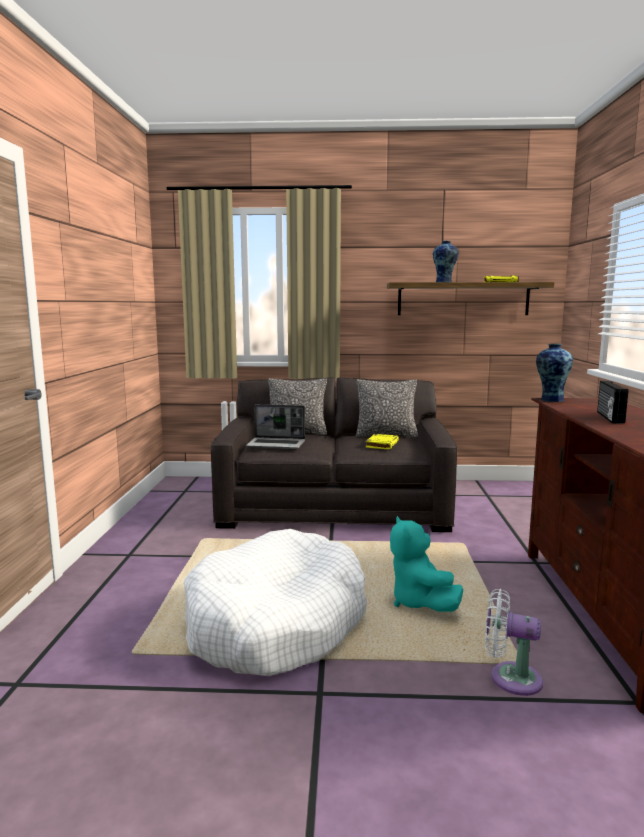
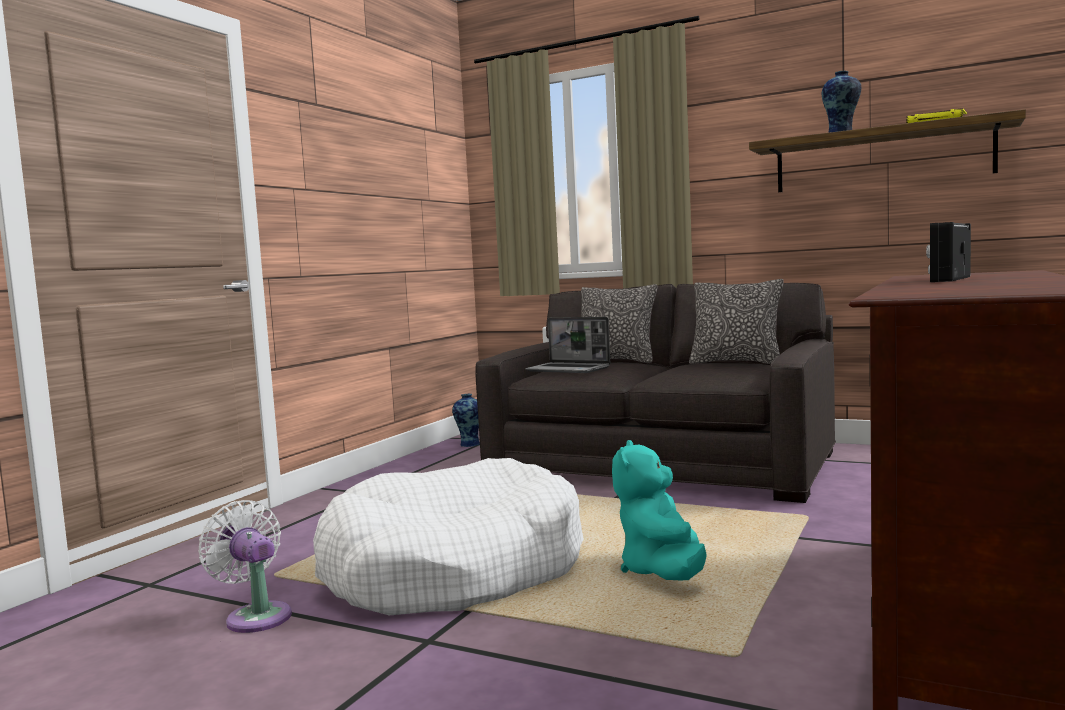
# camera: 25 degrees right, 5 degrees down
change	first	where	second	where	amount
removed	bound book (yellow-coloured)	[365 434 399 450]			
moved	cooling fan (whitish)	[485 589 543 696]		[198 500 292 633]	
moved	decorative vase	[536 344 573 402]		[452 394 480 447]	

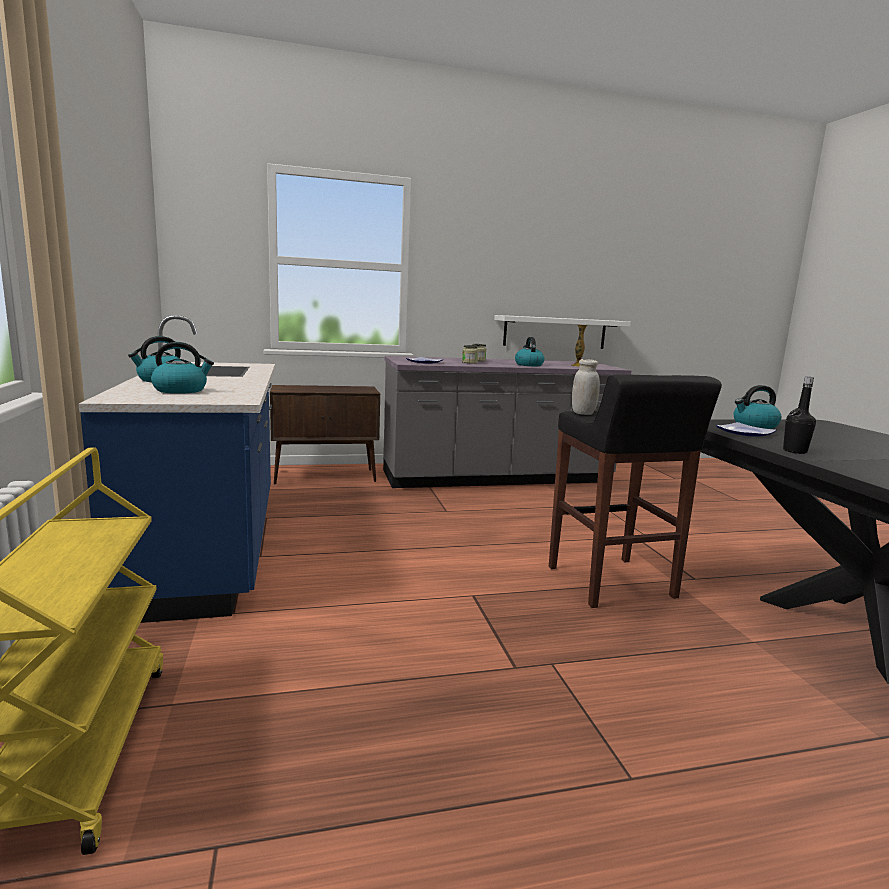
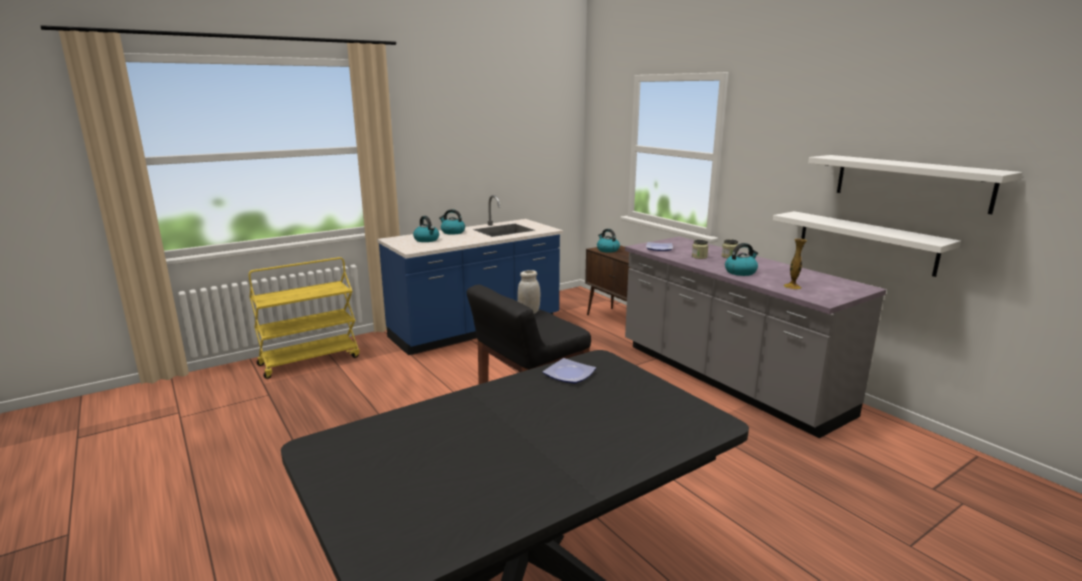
# camera: 70 degrees right, 5 degrees up
change	first	where	second	where	amount
moved	tea kettle	[733 385 782 429]		[597 229 620 253]	
removed	bottle (black)	[783 377 816 454]			
added			bracket shelf (whitish)	[808 155 1023 214]	

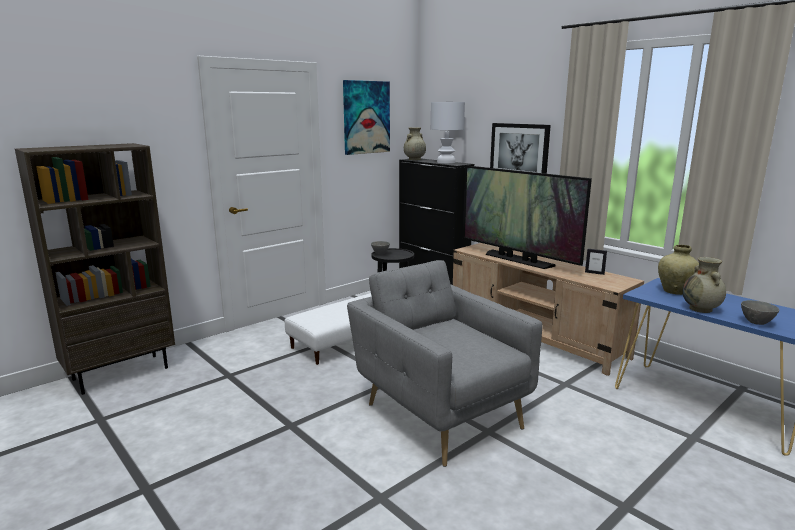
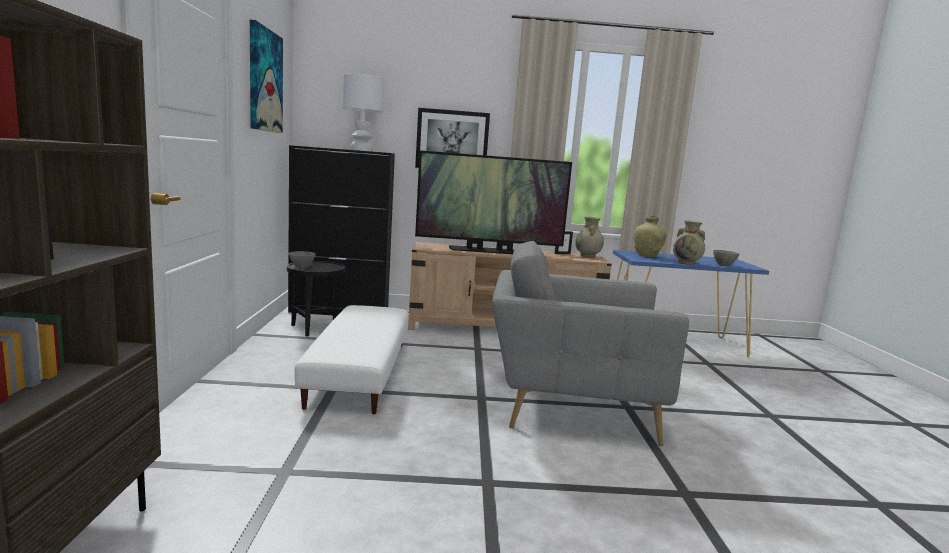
# camera: 50 degrees left, 5 degrees down
change	first	where	second	where	amount
moved	decorative vase (beige)	[404 127 426 160]		[575 217 604 257]	

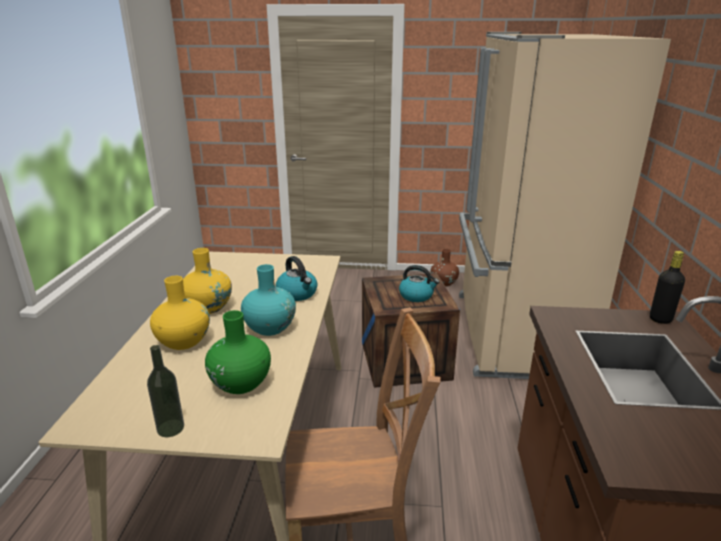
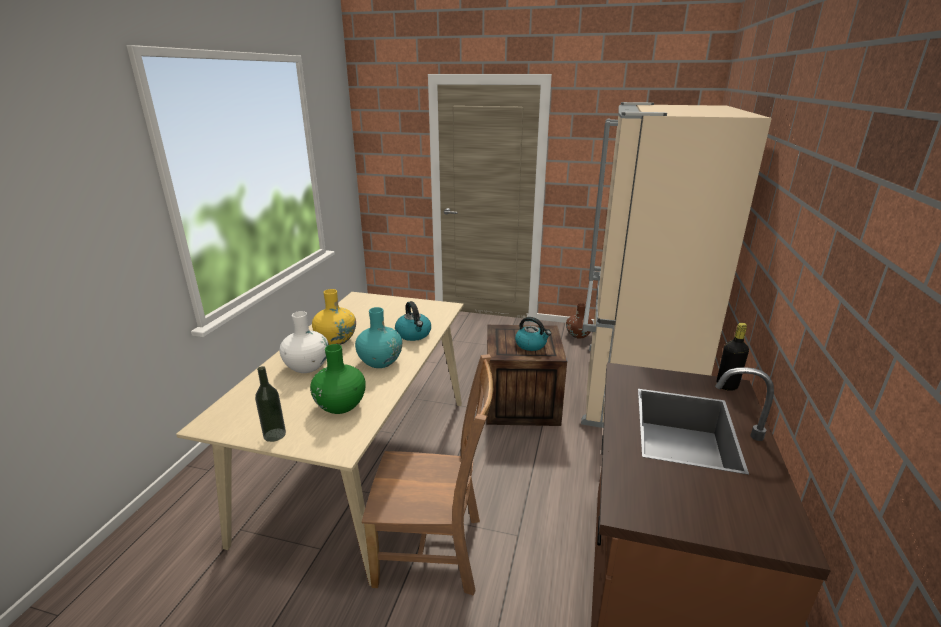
# camera: 10 degrees right, 0 degrees up
change	first	where	second	where	amount
recoloured	decorative vase (yellow-coloured)	[150 276 210 350]	decorative vase (whitish)	[280 311 329 373]	

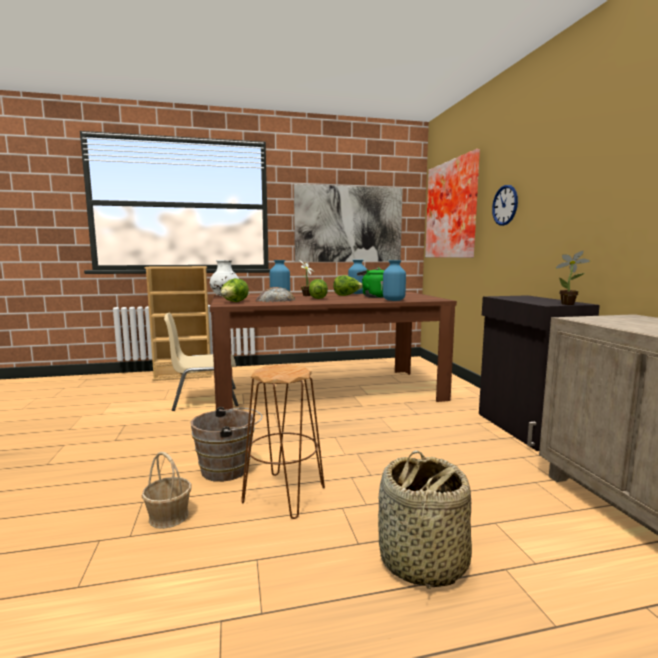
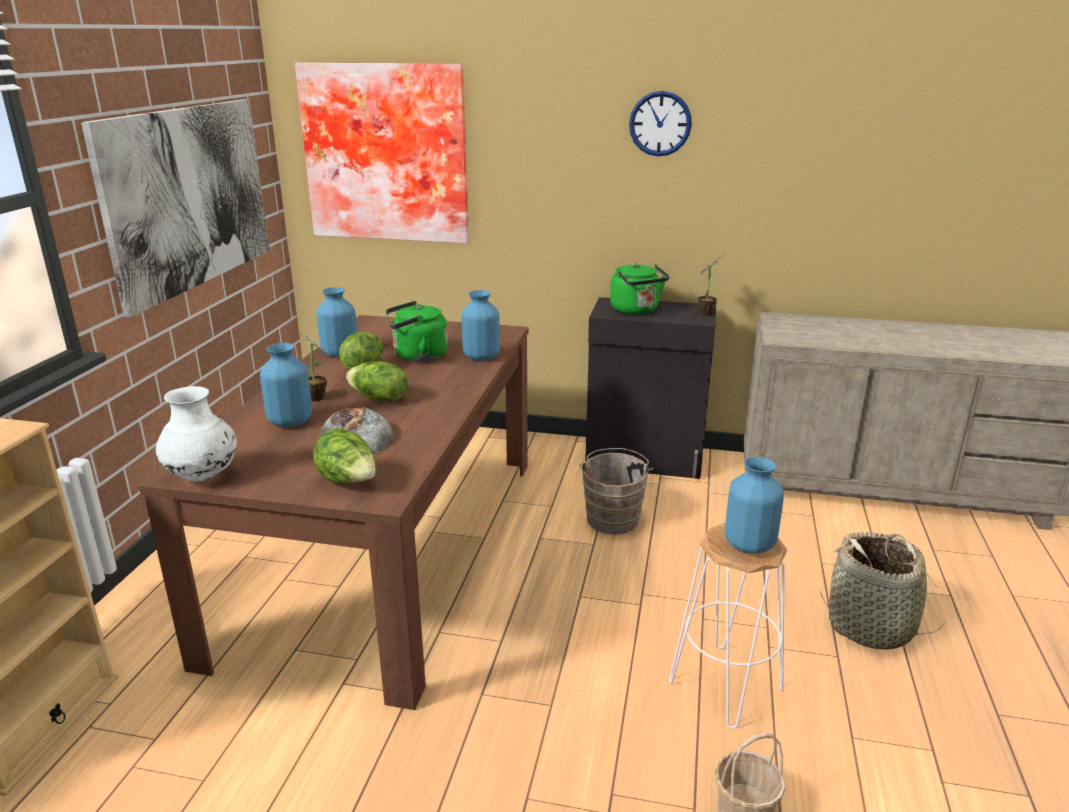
# camera: 65 degrees left, 15 degrees up
change	first	where	second	where	amount
removed	chair (beige)	[164 313 238 411]			
moved	pail (brown)	[191 407 263 482]		[580 448 653 535]	
recoloured	stool seat (brown)	[241 364 325 519]	stool seat (whitish)	[669 523 787 728]	
moved	hanging clock	[492 185 518 226]		[629 91 692 157]	
added			tea kettle (green-coloured)	[610 263 669 315]	
added			decorative vase (blue)	[725 457 784 554]	

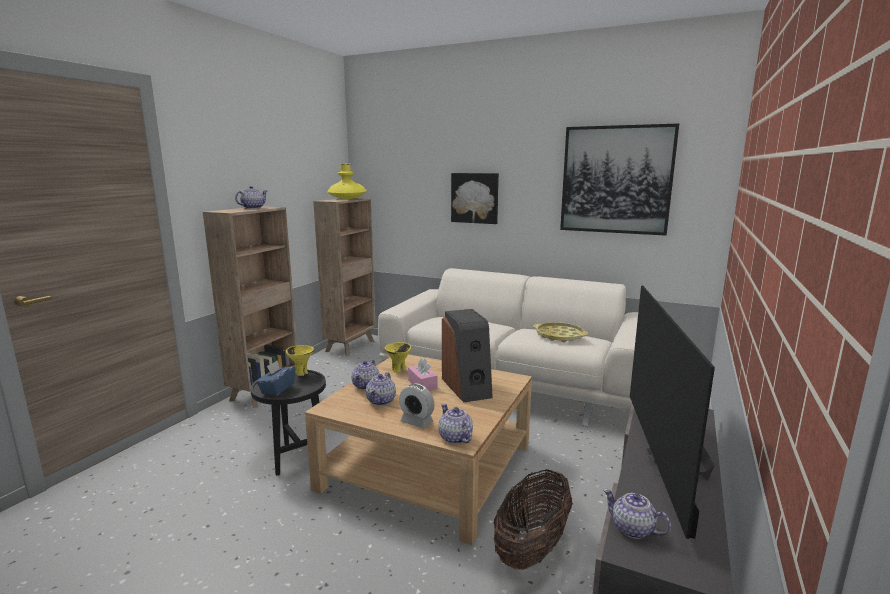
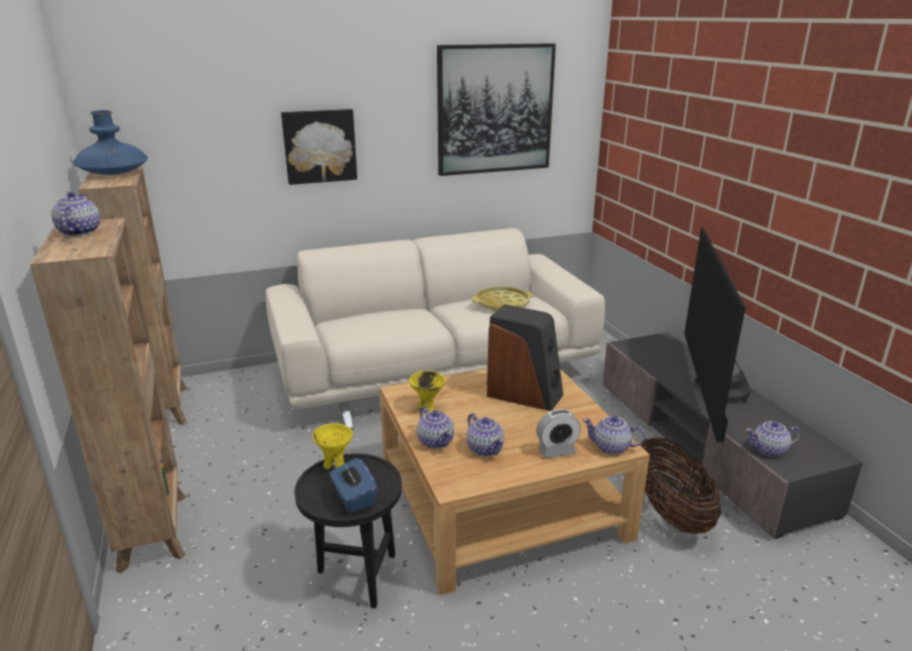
# camera: 45 degrees left, 10 degrees up
change	first	where	second	where	amount
recoloured	decorative vase (yellow-coloured)	[327 164 366 199]	decorative vase (blue)	[73 110 148 175]	
removed	tissue holder (pink)	[408 358 438 391]			
turned	TV set	[630 285 715 539]		[684 227 751 443]	45 degrees clockwise

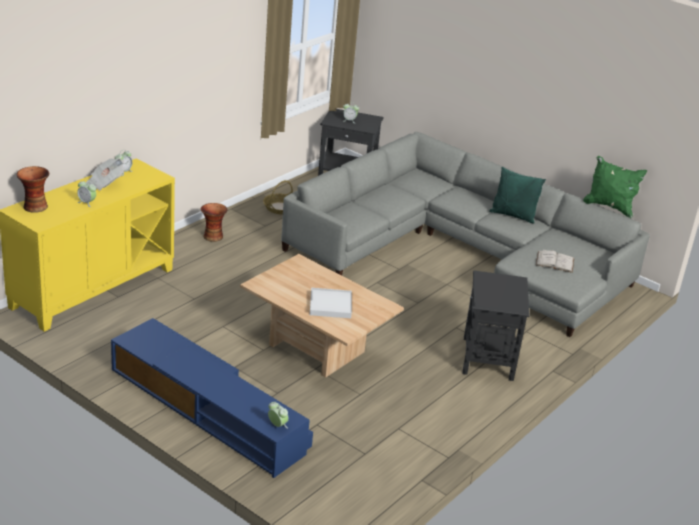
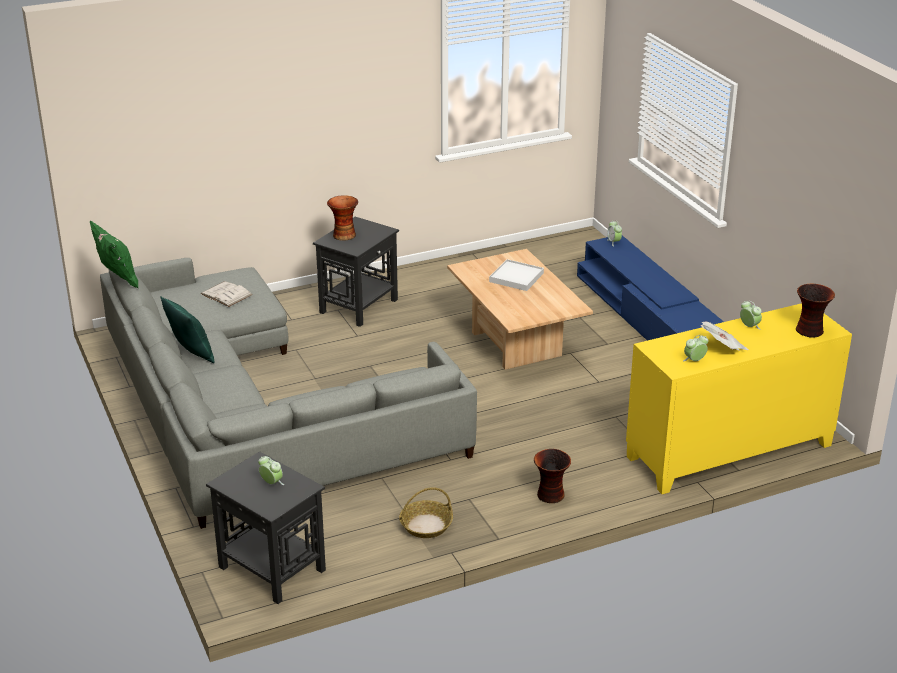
# camera: 150 degrees left, 0 degrees up
change	first	where	second	where	amount
added			decorative vase	[327 195 358 241]	

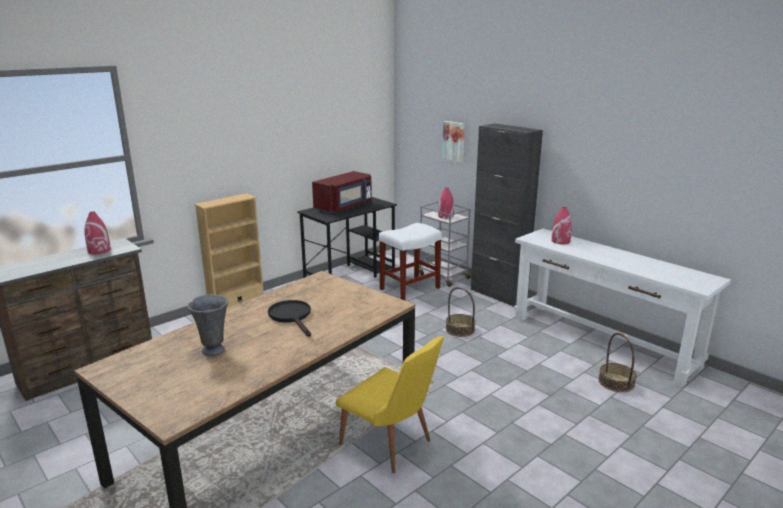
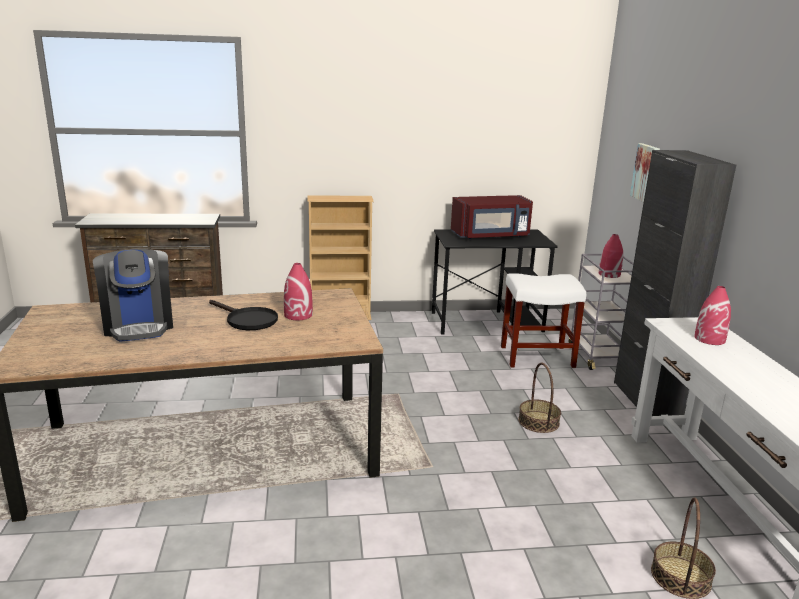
# camera: 35 degrees right, 0 degrees up
change	first	where	second	where	amount
moved	decorative vase (red-coloured)	[85 211 111 254]		[284 263 313 320]	
replaced	decorative vase (greyish)	[187 294 228 356]	coffee machine	[93 249 173 342]	
turned	frying pan (black)	[268 300 311 337]		[209 300 278 330]	120 degrees clockwise
removed	chair (yellow-coloured)	[336 336 444 473]			

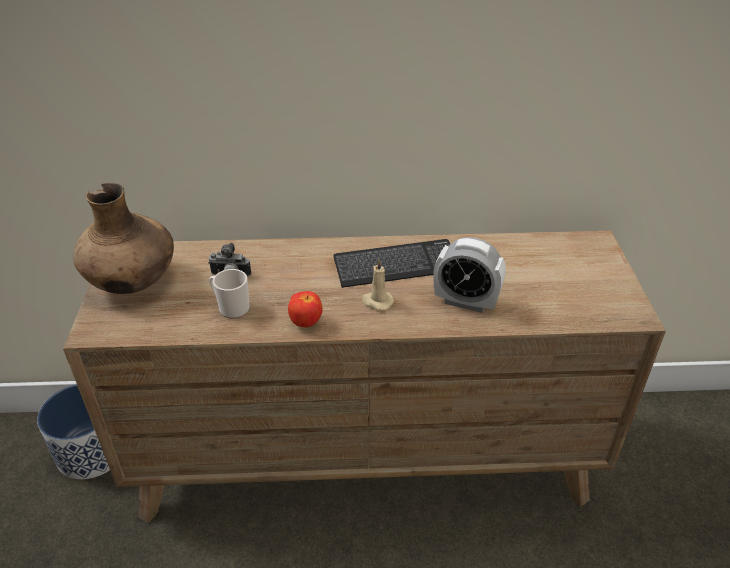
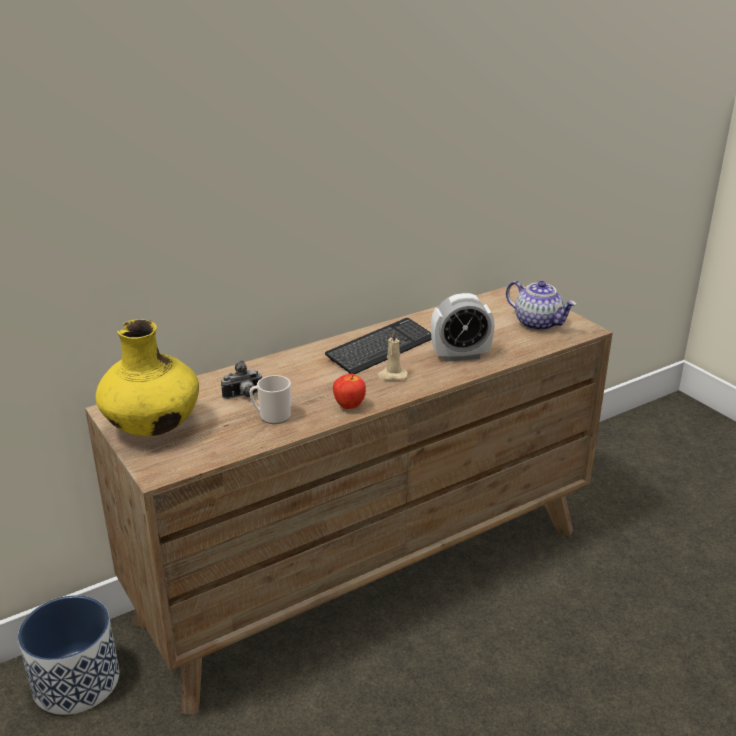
# camera: 30 degrees left, 10 degrees down
change	first	where	second	where	amount
recoloured	decorative vase (brown)	[73 183 174 294]	decorative vase (yellow-coloured)	[96 319 199 436]	
added			pot for tea	[506 281 576 331]	

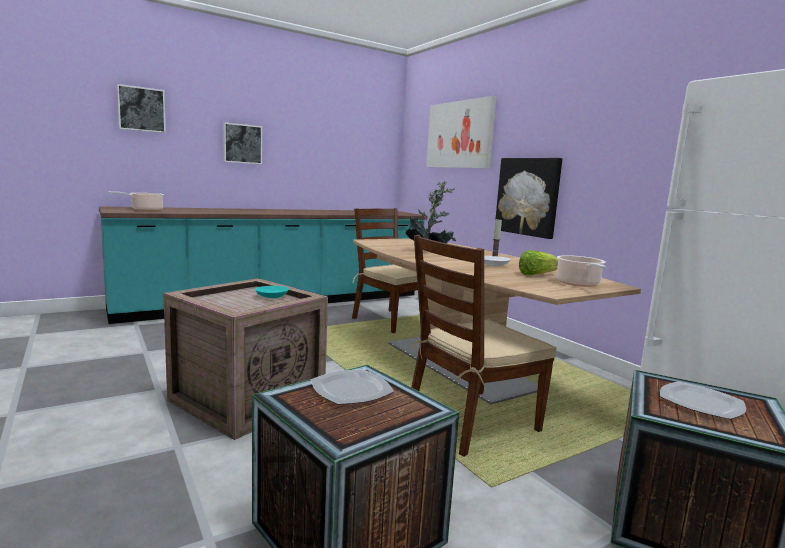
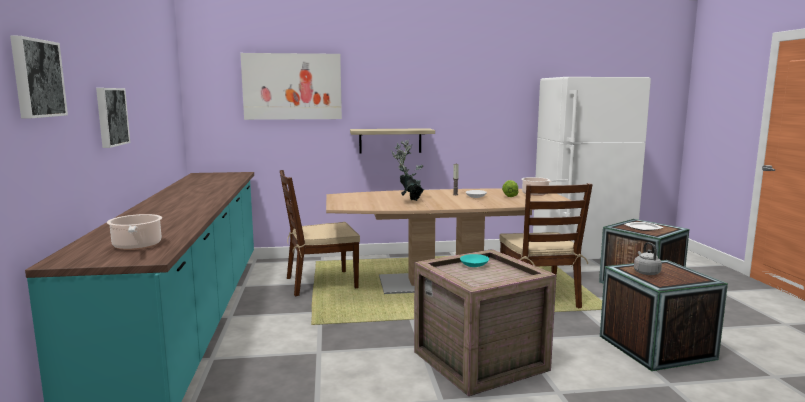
# camera: 65 degrees left, 0 degrees up
change	first	where	second	where	amount
replaced	flat dish	[311 369 394 405]	tea kettle (greyish)	[634 242 662 275]	
replaced	picture	[495 158 562 239]	bracket shelf	[350 128 435 154]	

